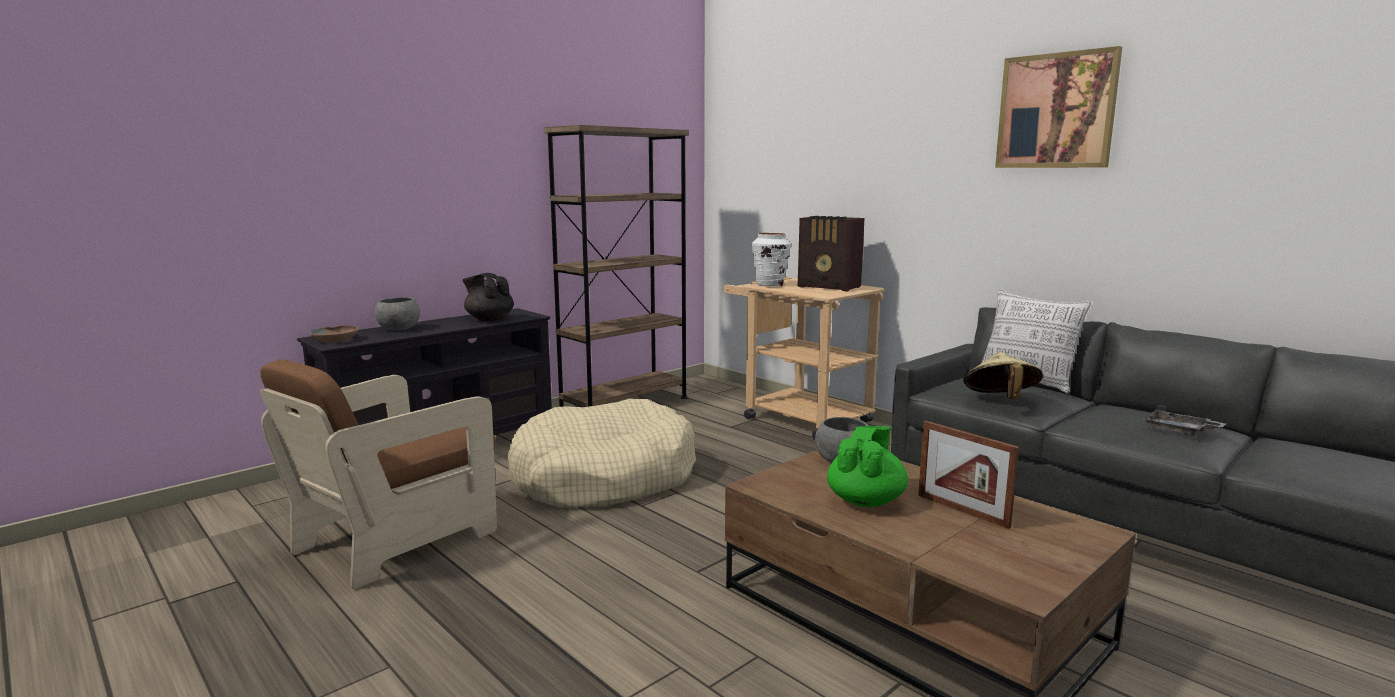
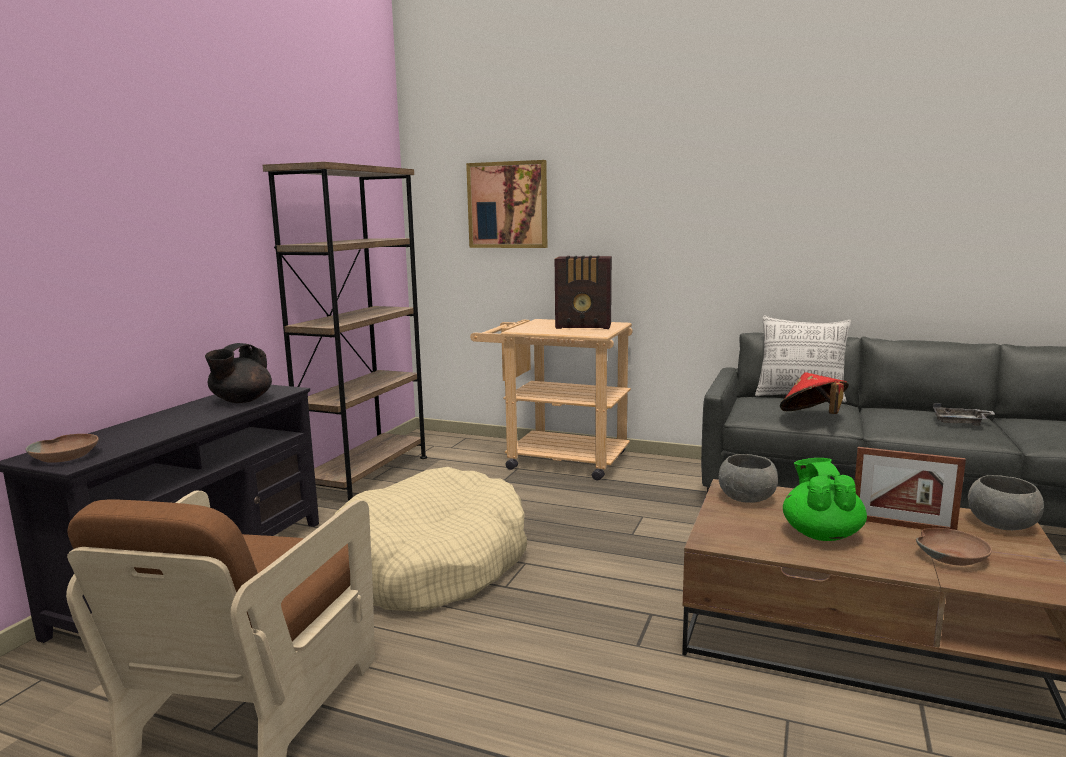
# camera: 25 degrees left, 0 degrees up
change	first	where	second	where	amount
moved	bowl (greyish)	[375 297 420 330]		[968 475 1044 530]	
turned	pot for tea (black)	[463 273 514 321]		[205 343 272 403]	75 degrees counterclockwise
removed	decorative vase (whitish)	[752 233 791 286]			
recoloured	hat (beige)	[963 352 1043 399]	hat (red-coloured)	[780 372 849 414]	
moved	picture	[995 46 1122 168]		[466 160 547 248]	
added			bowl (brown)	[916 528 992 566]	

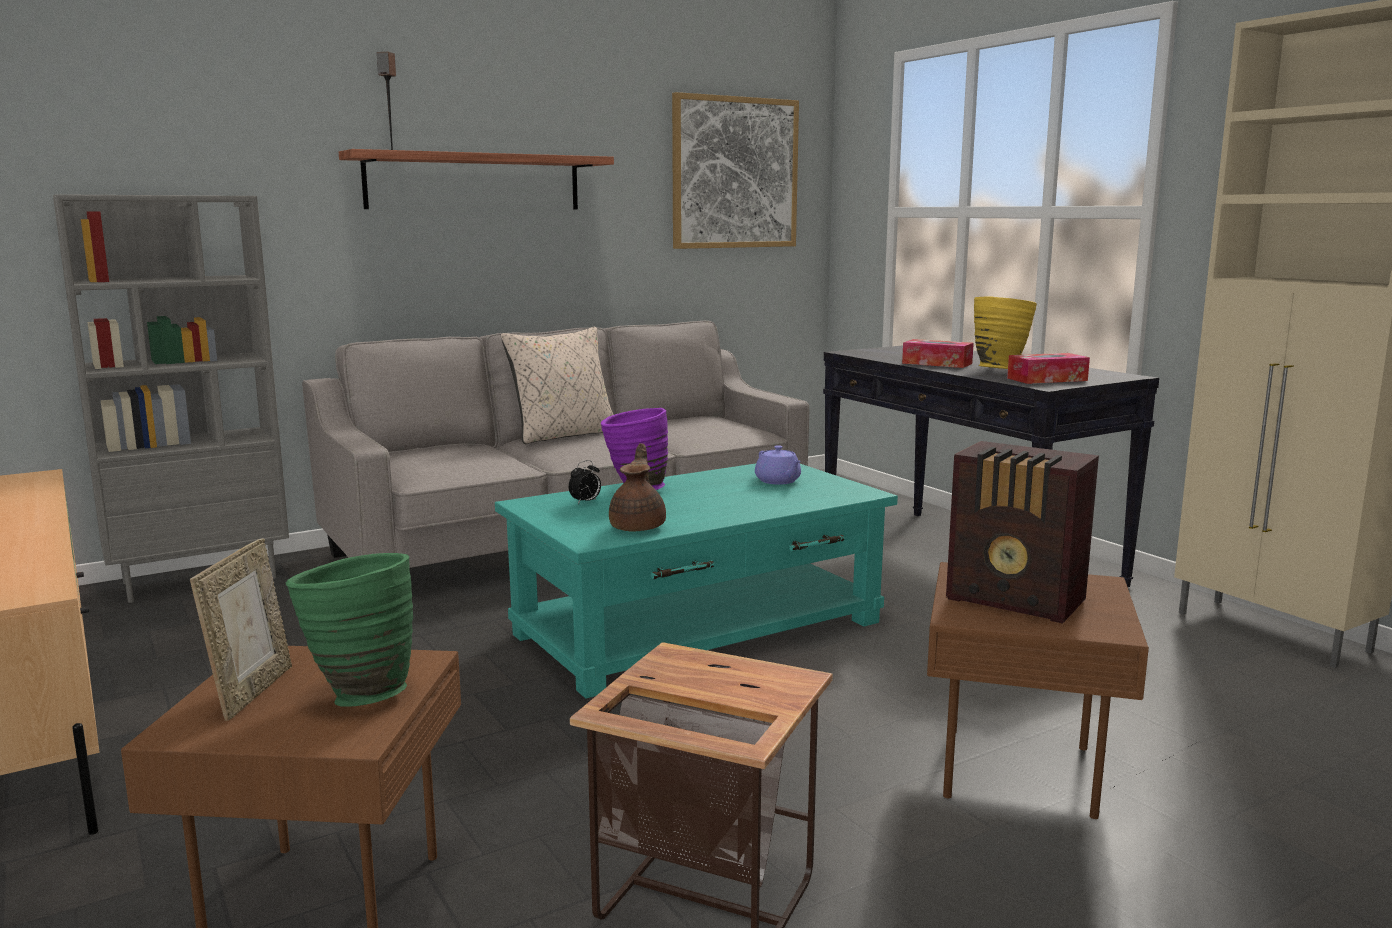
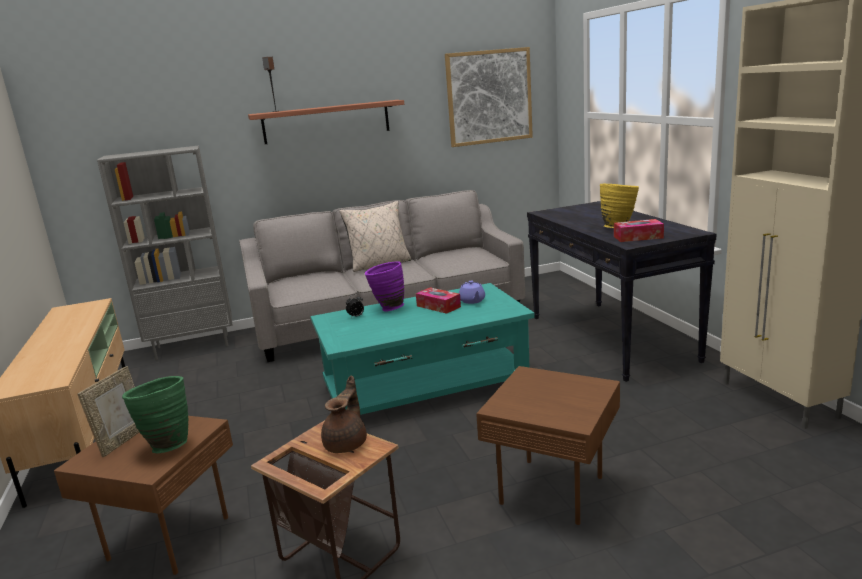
# camera: 15 degrees right, 5 degrees up
change	first	where	second	where	amount
moved	pot for tea (brown)	[609 443 666 532]		[321 376 367 453]	
moved	tissue holder	[902 339 974 368]		[416 287 461 314]	
removed	radio set	[946 441 1099 624]			

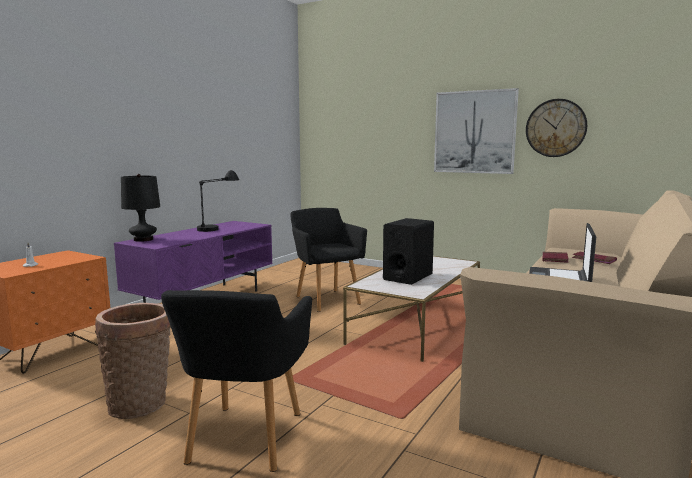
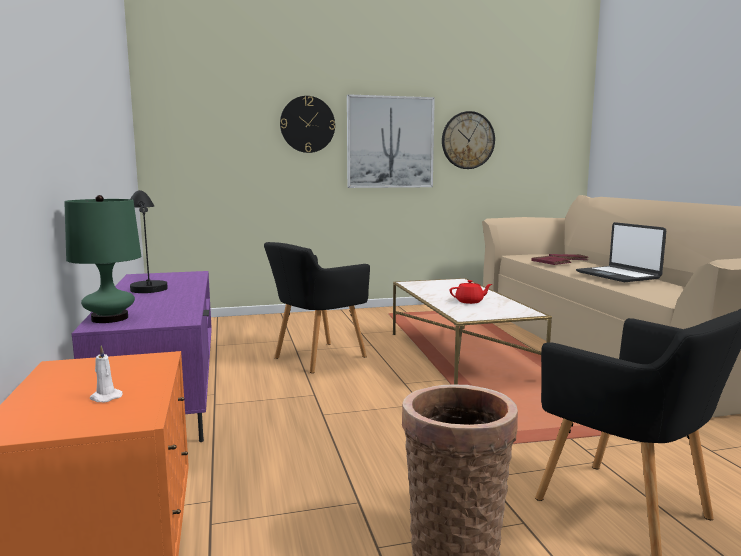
# camera: 45 degrees left, 0 degrees up
change	first	where	second	where	amount
recoloured	lamp for a table (black)	[121 174 160 242]	lamp for a table (green-coloured)	[64 195 141 323]	
turned	easy chair (black)	[291 208 367 311]		[264 242 370 373]	60 degrees counterclockwise
replaced	audio speaker (black)	[383 218 434 285]	pot for tea (red-coloured)	[450 280 492 304]	
added			hanging clock	[280 96 335 153]	

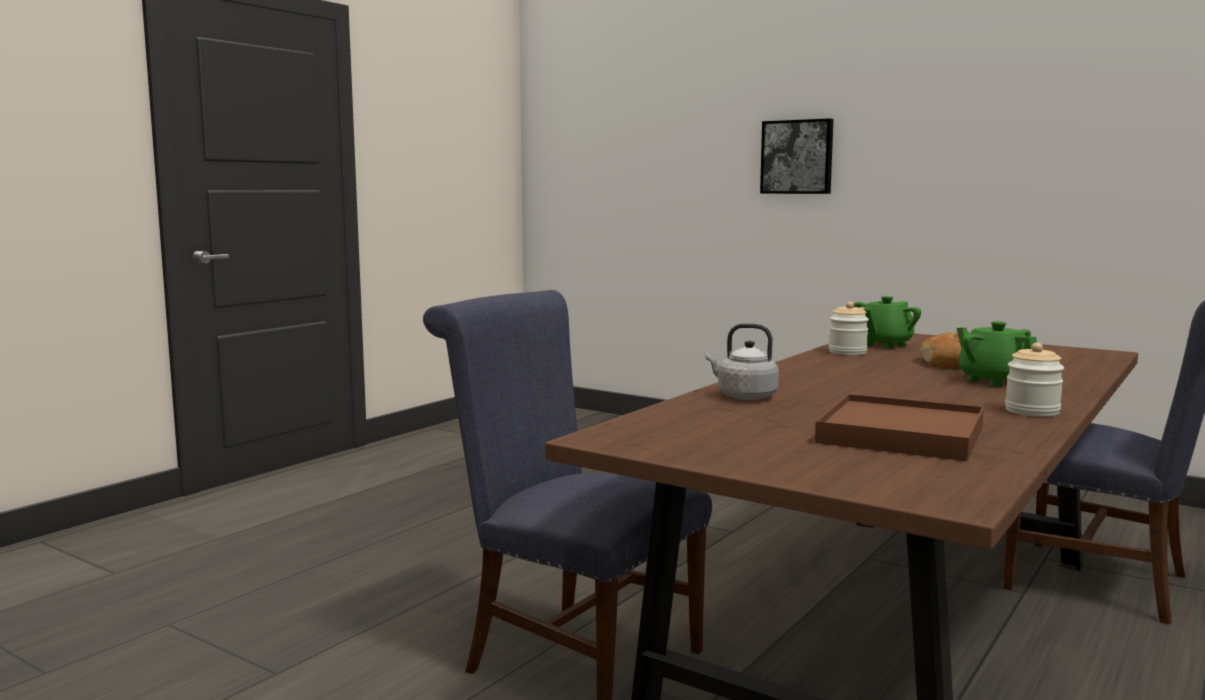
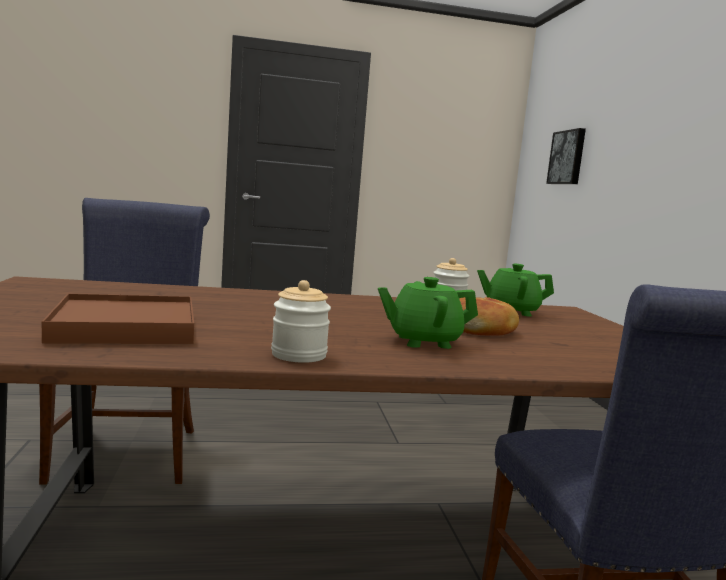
# camera: 45 degrees right, 0 degrees up
change	first	where	second	where	amount
removed	tea kettle (greyish)	[706 324 779 400]			
moved	picture	[760 118 833 194]		[546 128 586 184]	
turned	pot for tea (green-coloured)	[957 321 1037 387]		[378 277 478 349]	120 degrees counterclockwise

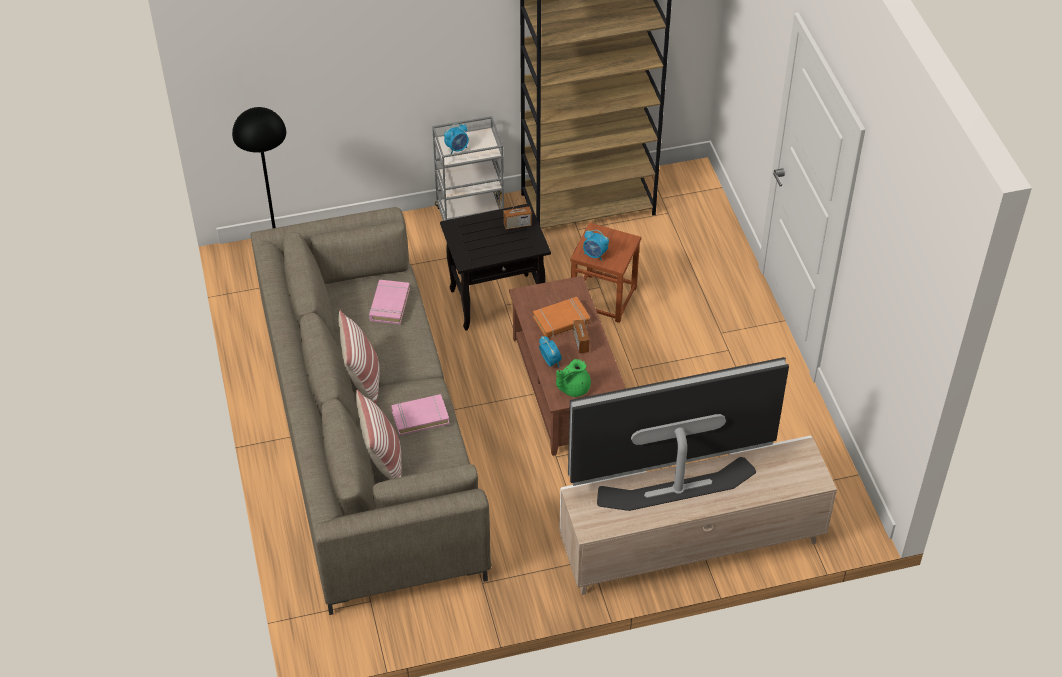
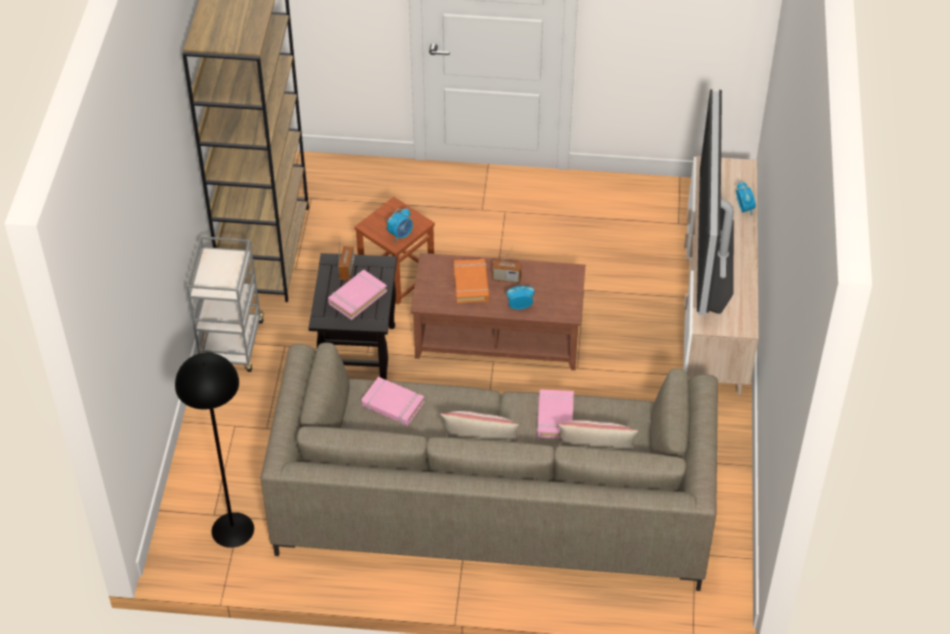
# camera: 70 degrees left, 0 degrees up
change	first	where	second	where	amount
moved	alarm clock	[444 123 469 154]		[736 181 756 215]	
removed	pot for tea (green-coloured)	[556 359 591 397]			
added			bound book (pink)	[328 270 387 320]	

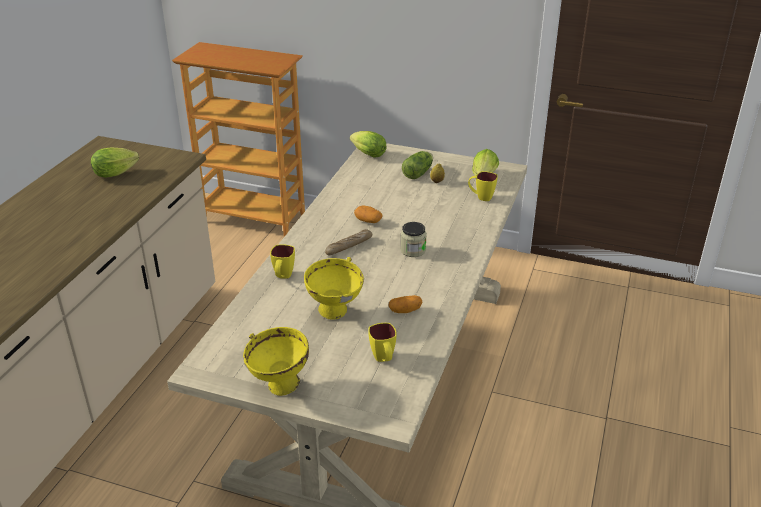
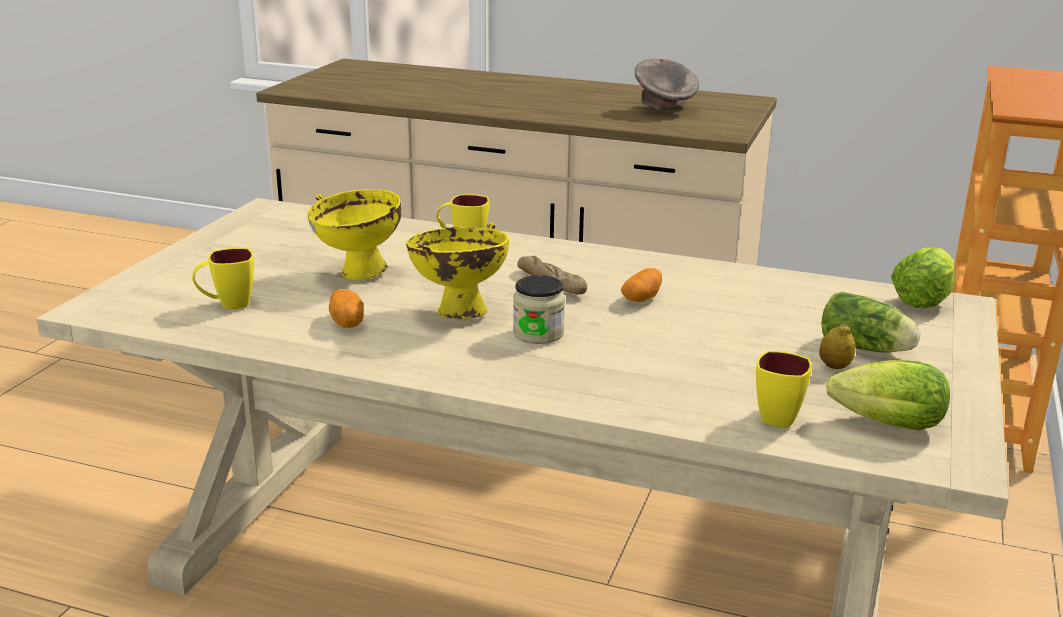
# camera: 90 degrees right, 10 degrees down
change	first	where	second	where	amount
replaced	lettuce	[91 147 139 178]	bowl (greyish)	[635 59 699 110]	
moved	bowl (yellow-coloured)	[243 327 309 396]		[406 222 509 319]	

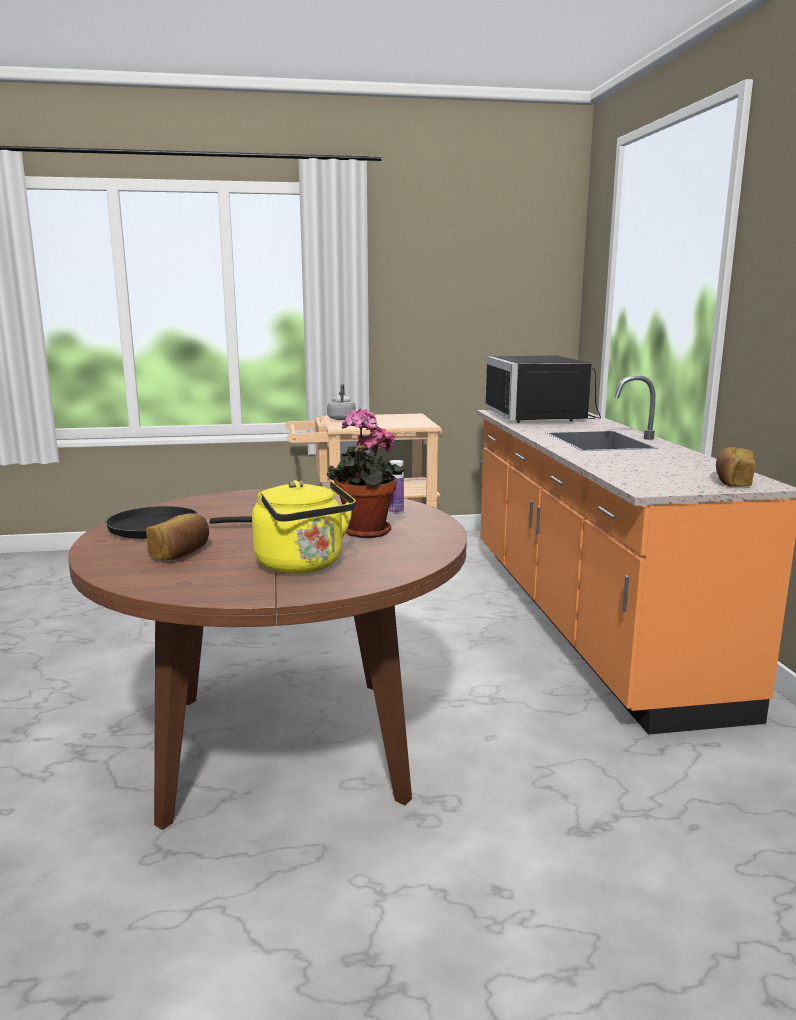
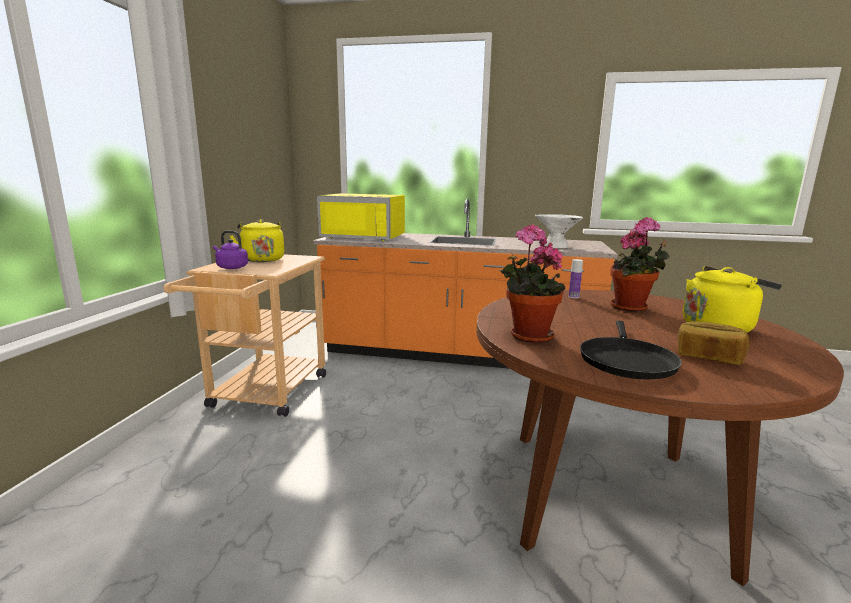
# camera: 70 degrees left, 0 degrees up
change	first	where	second	where	amount
recoloured	tea kettle (greyish)	[327 384 356 420]	tea kettle (purple)	[213 231 248 269]	
recoloured	microwave (black)	[484 356 601 422]	microwave (yellow-coloured)	[317 193 405 241]	
removed	baked bread	[716 447 756 487]			
added			tea kettle (yellow-coloured)	[230 219 284 262]	
added			houseplant	[499 224 565 343]	
added			bowl (whitish)	[535 214 583 248]	

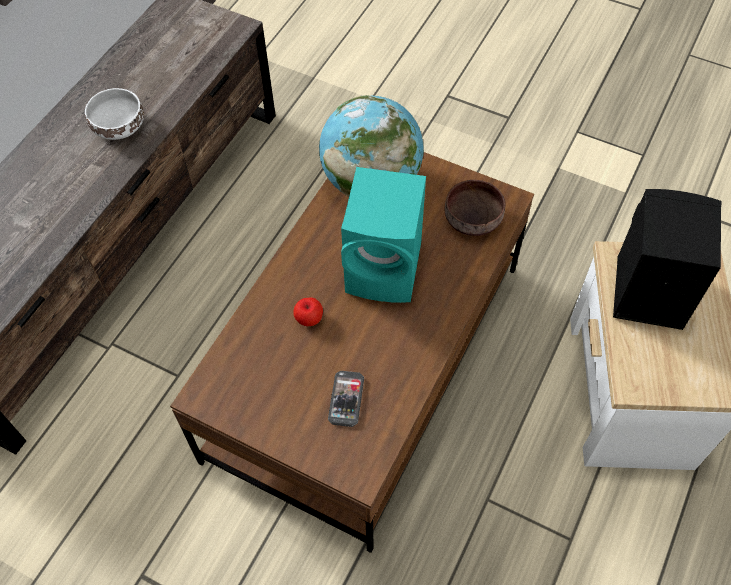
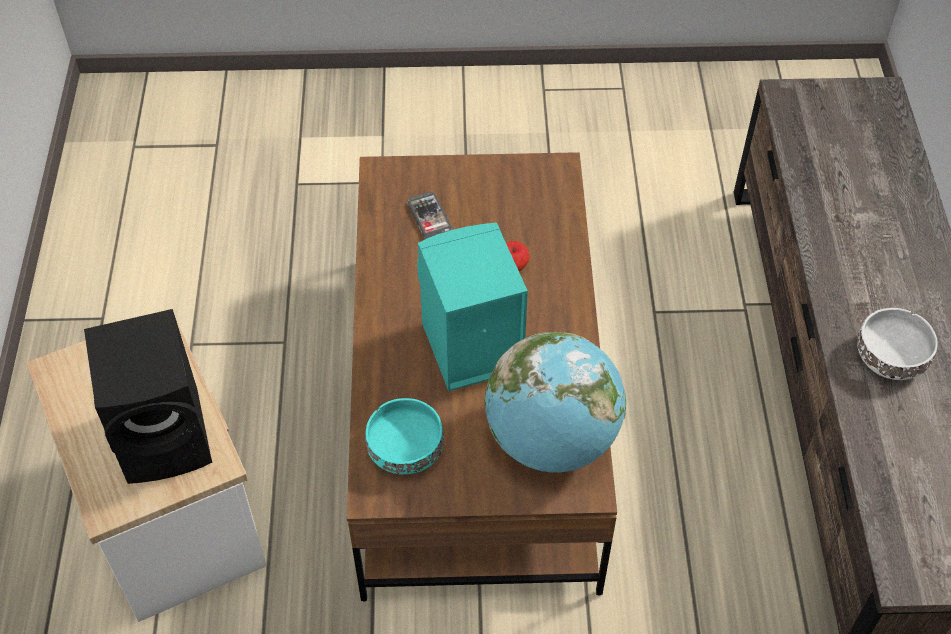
# camera: 150 degrees right, 5 degrees down
change	first	where	second	where	amount
recoloured	bowl (brown)	[445 180 505 236]	bowl (turquoise-coloured)	[365 398 444 475]	

